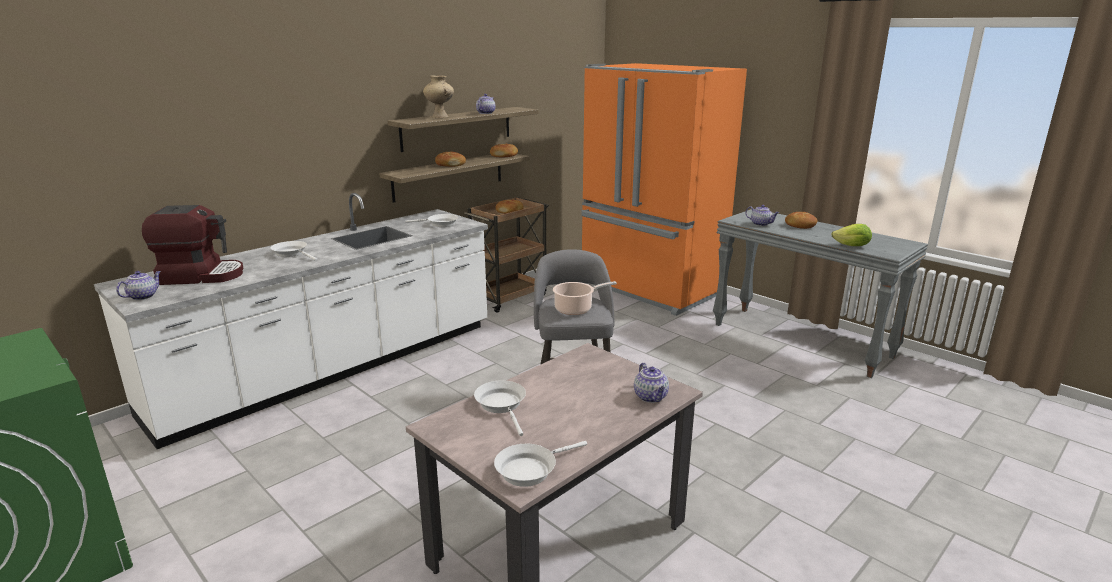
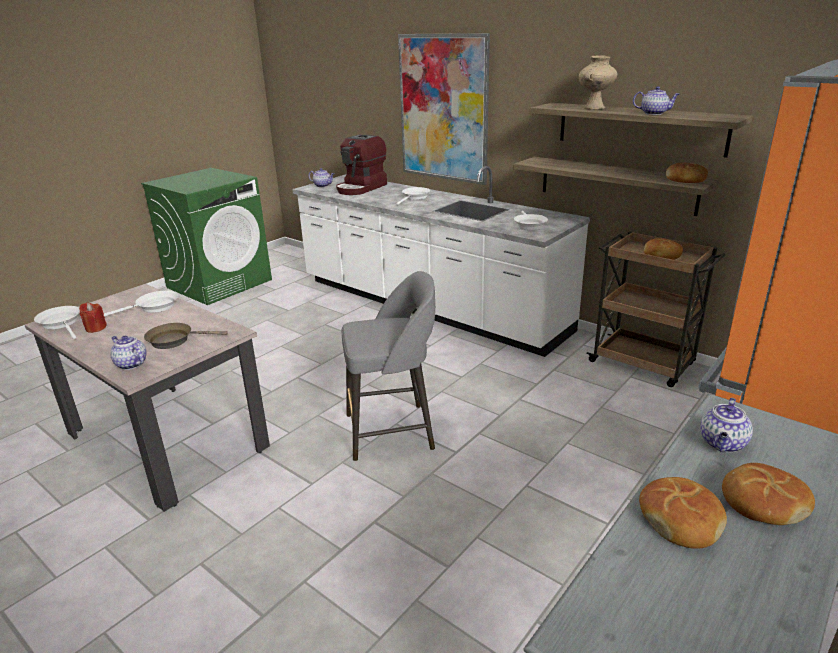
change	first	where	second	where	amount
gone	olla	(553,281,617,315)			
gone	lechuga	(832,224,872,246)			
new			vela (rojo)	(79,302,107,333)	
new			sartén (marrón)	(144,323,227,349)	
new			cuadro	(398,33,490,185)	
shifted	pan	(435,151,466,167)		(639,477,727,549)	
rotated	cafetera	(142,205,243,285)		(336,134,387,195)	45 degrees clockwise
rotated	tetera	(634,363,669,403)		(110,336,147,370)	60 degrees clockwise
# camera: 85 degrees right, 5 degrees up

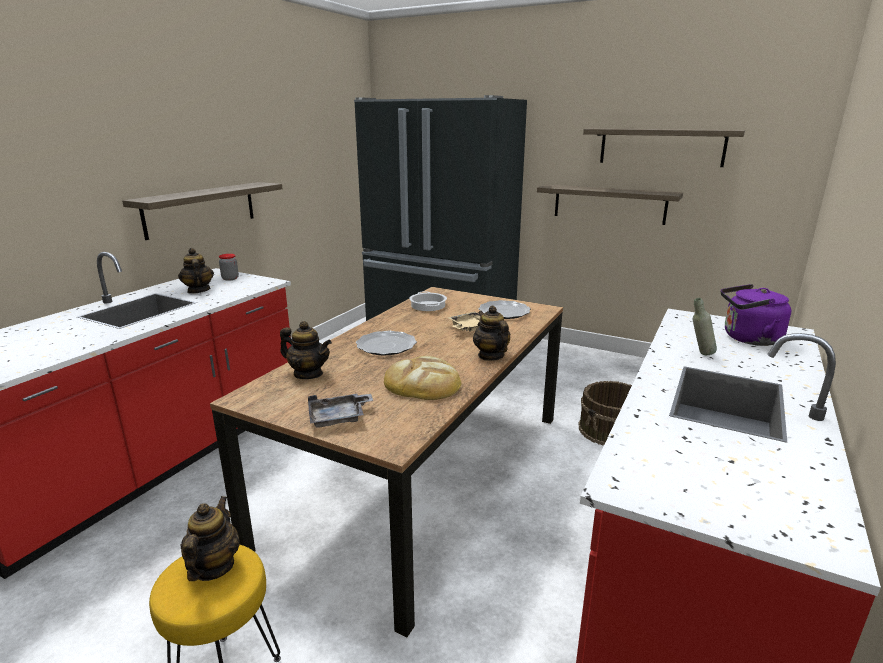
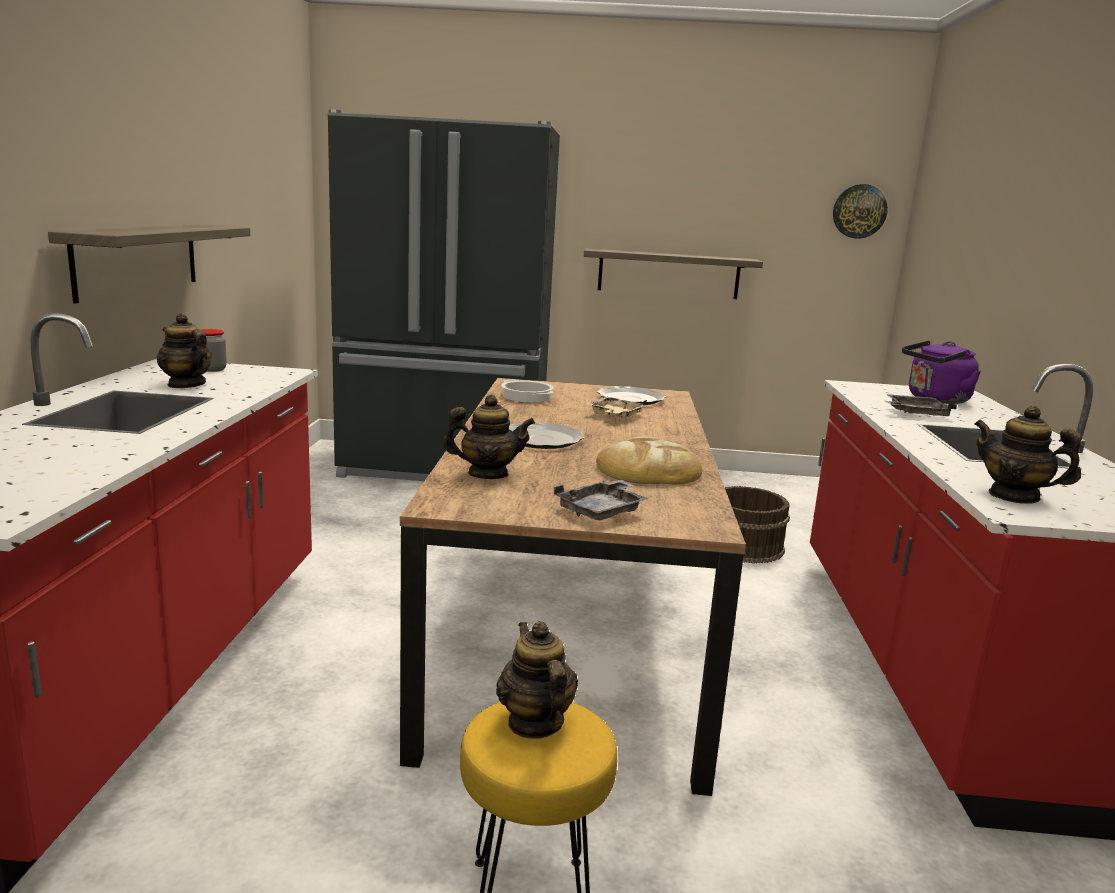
change	first	where	second	where	amount
gone	estante	(583,128,745,167)			
new			reloj de pared	(833,184,888,239)	
shifted	tetera	(473,305,510,361)		(974,406,1082,504)	
swapped	botella (gris)	(693,298,717,355)	bandeja (gris)	(885,394,957,416)	
# camera: 25 degrees left, 5 degrees down

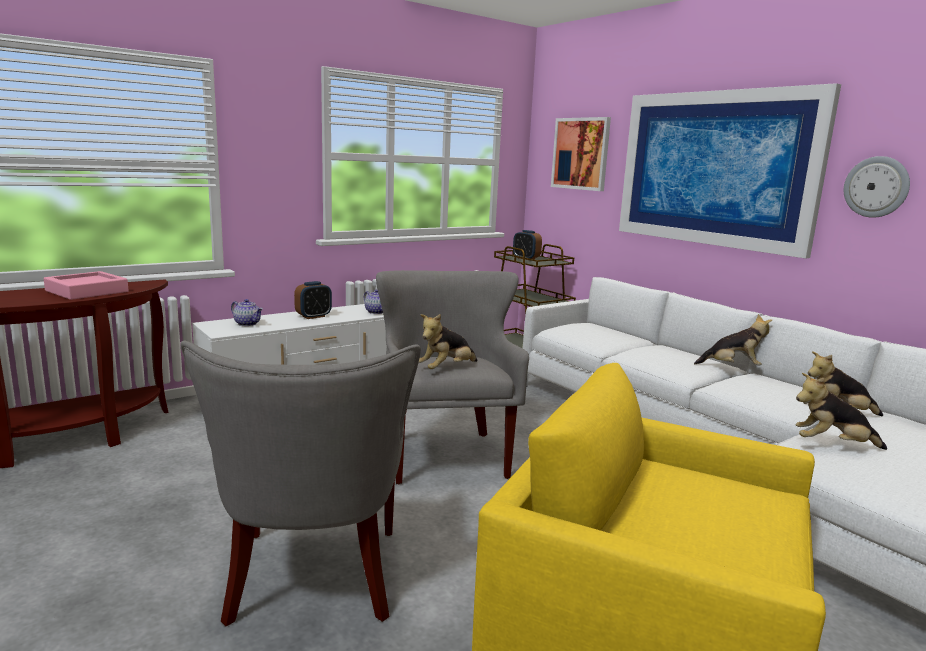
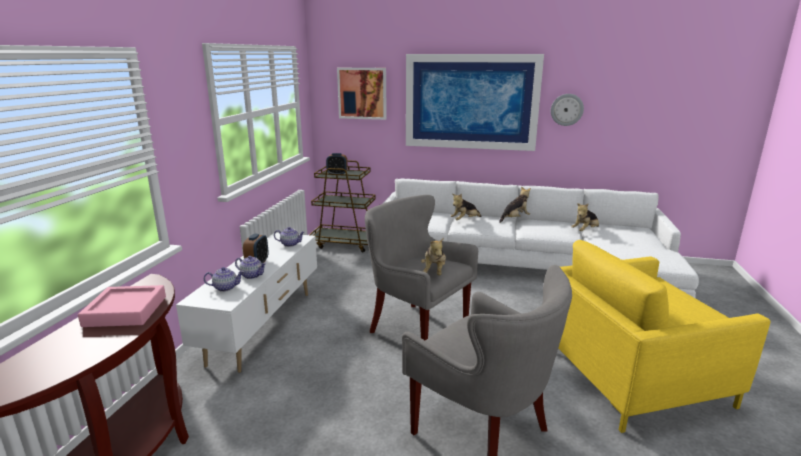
change	first	where	second	where	amount
new			tetera	(235,256,266,279)	
shifted	peluche	(796,373,887,450)		(451,194,481,220)	
# camera: 40 degrees left, 5 degrees up

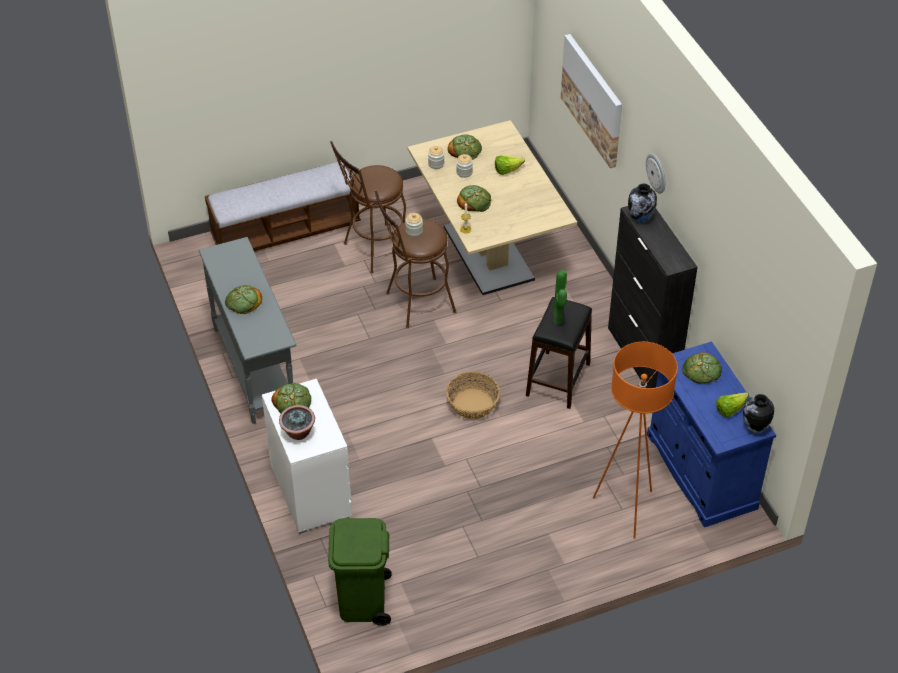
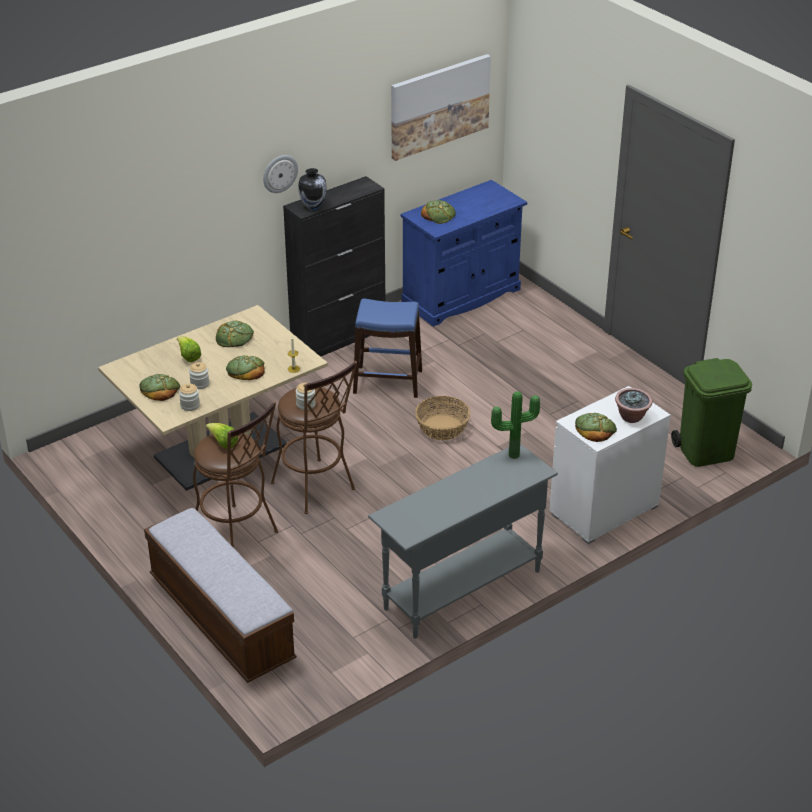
change	first	where	second	where	amount
gone	lámpara de pie (naranja)	(593,342,678,539)			
gone	florero	(743,394,774,433)			
shifted	pan	(225,285,262,314)		(216,321,254,347)	
shifted	planta en maceta	(553,270,567,324)		(491,391,540,459)	
shifted	cuadro	(561,34,622,168)		(391,54,491,161)	
shifted	lechuga	(716,392,749,417)		(206,423,238,449)	
repainted	taburete (negro)	(526,297,592,409)	taburete (azul)	(353,299,422,398)	
# camera: 105 degrees left, 10 degrees down

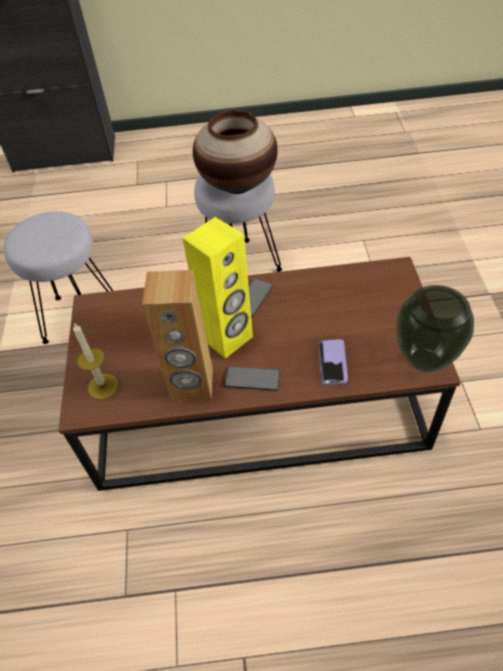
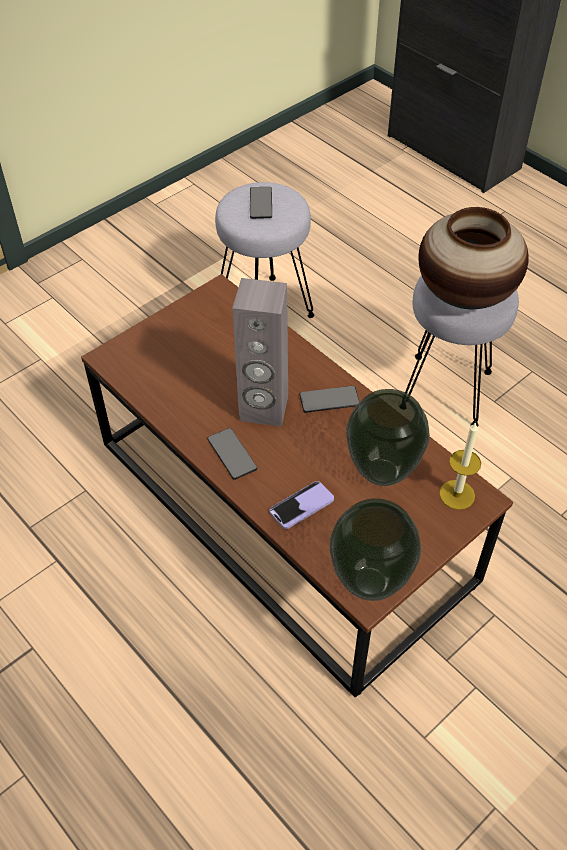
change	first	where	second	where	amount
gone	altavoz (marrón)	(142,270,213,401)			
new			móvil	(250,187,272,219)	
new			florero	(346,389,430,486)	
shifted	vela	(73,323,118,399)		(439,422,481,510)	
repainted	altavoz (amarillo)	(183,217,253,359)	altavoz (gris)	(232,278,288,427)	
# camera: 50 degrees right, 0 degrees up

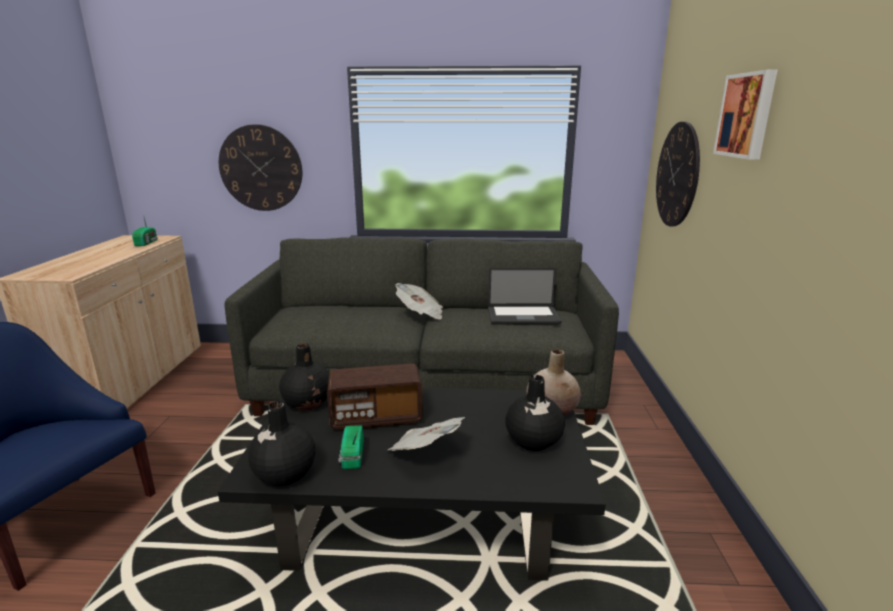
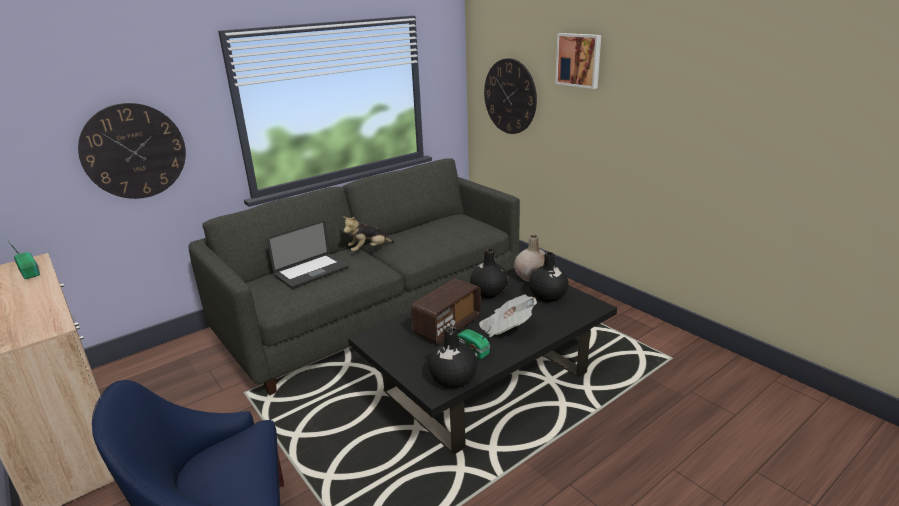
change	first	where	second	where	amount
shifted	florero (negro)	(279,343,329,411)		(470,249,509,299)	
shifted	portátil	(488,268,562,325)		(267,220,349,289)	
swapped	periódico	(395,283,443,319)	peluche	(343,216,395,252)	
# camera: 40 degrees left, 5 degrees up

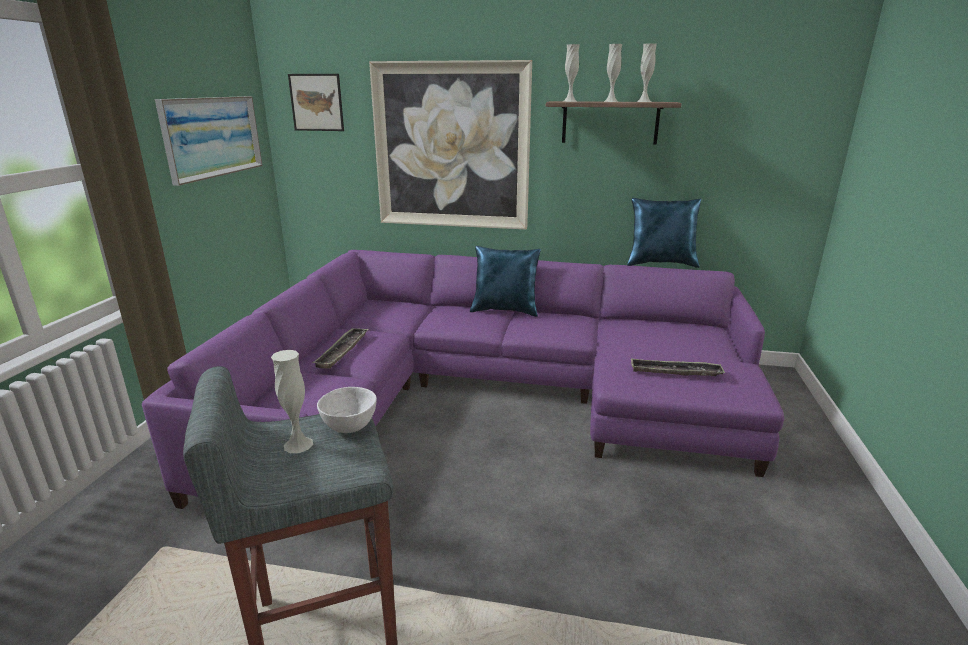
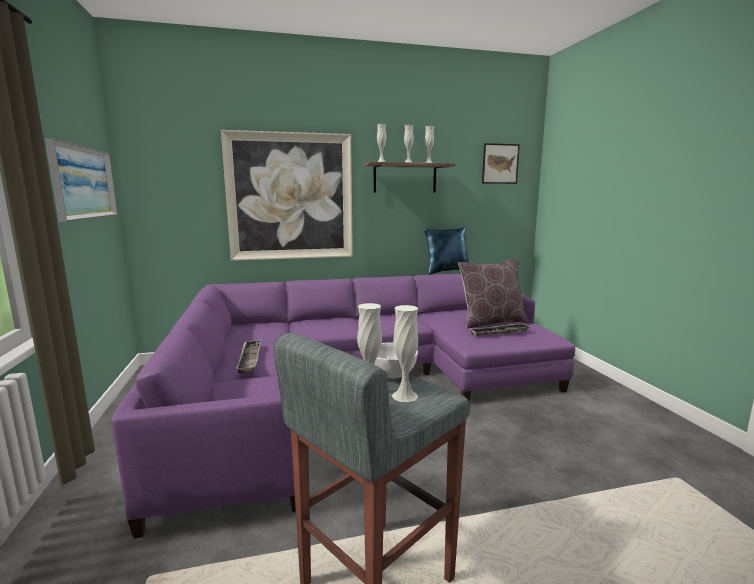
change	first	where	second	where	amount
gone	cojín (azul)	(470,246,541,317)			
new			florero (blanco)	(392,305,418,402)	
new			cojín (marrón)	(458,259,528,329)	
shifted	cuadro	(288,74,344,131)		(482,143,520,184)	
# camera: 25 degrees left, 10 degrees down

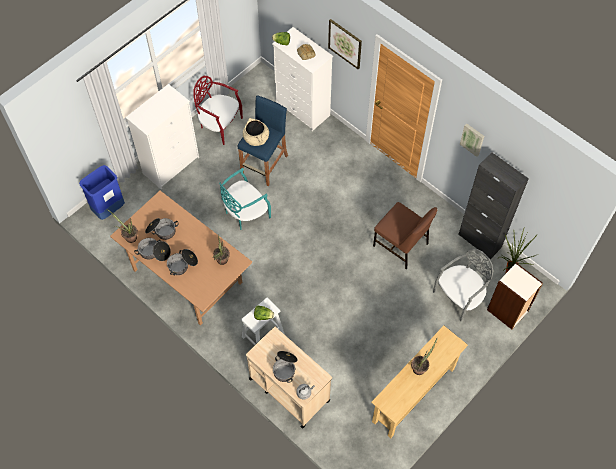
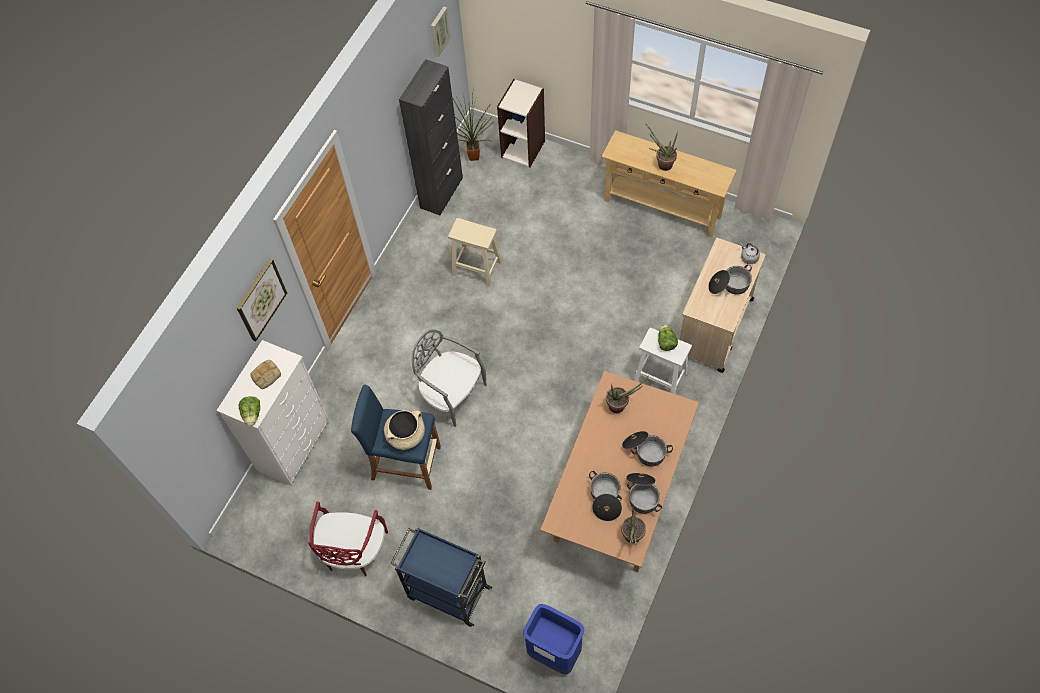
change	first	where	second	where	amount
gone	silla (turquesa)	(219,168,271,230)			
shifted	silla (gris)	(433,249,493,322)		(411,329,486,427)	
shifted	cuadro	(460,123,484,157)		(431,6,451,57)	
swapped	cómoda (blanco)	(126,84,199,190)	carrito (azul)	(391,527,492,627)	
swapped	silla (marrón)	(373,202,437,269)	taburete (beis)	(448,218,502,287)	
# camera: 105 degrees left, 0 degrees up

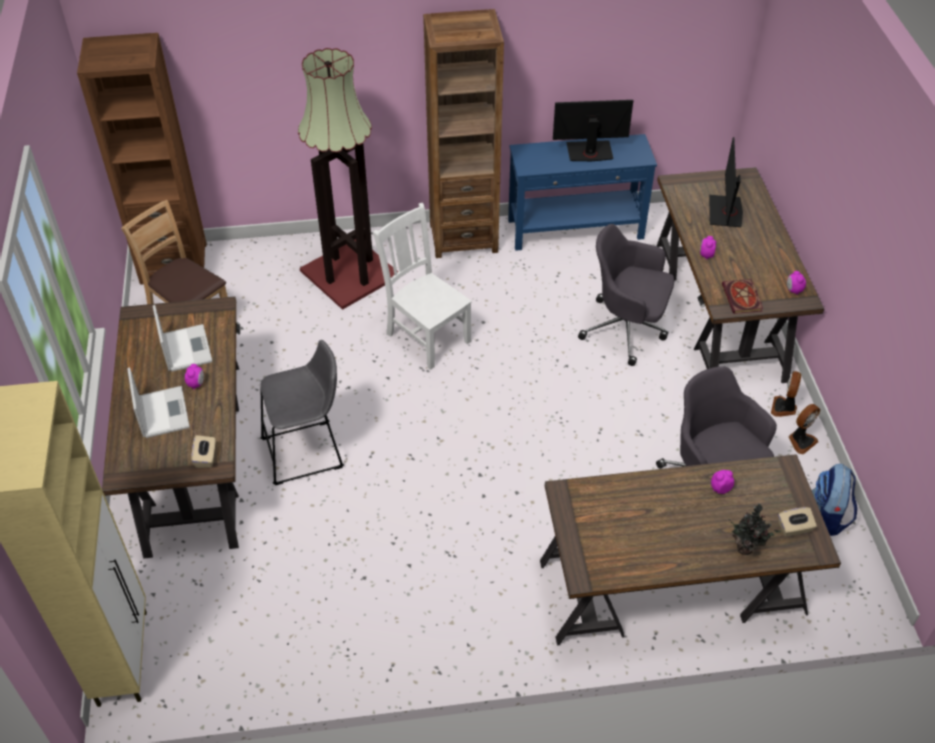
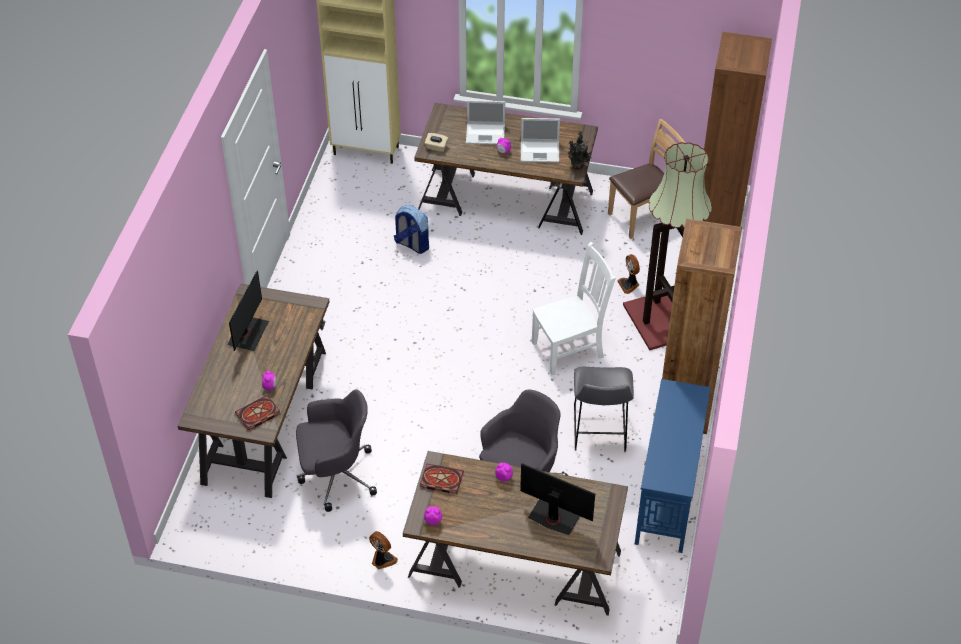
change	first	where	second	where	amount
gone	caja de pañuelos (beis)	(778,507,817,537)			
new			libro	(235,395,281,430)	
shifted	taburete (gris)	(260,340,344,485)		(574,367,634,451)	
shifted	monitor	(553,100,633,161)		(228,271,269,351)	
shifted	planta en maceta	(728,504,781,555)		(568,131,592,169)	
shifted	ventilador	(788,404,820,454)		(617,254,640,294)	
shifted	mochila	(812,464,857,536)		(394,205,429,254)	
# camera: 110 degrees right, 0 degrees up

